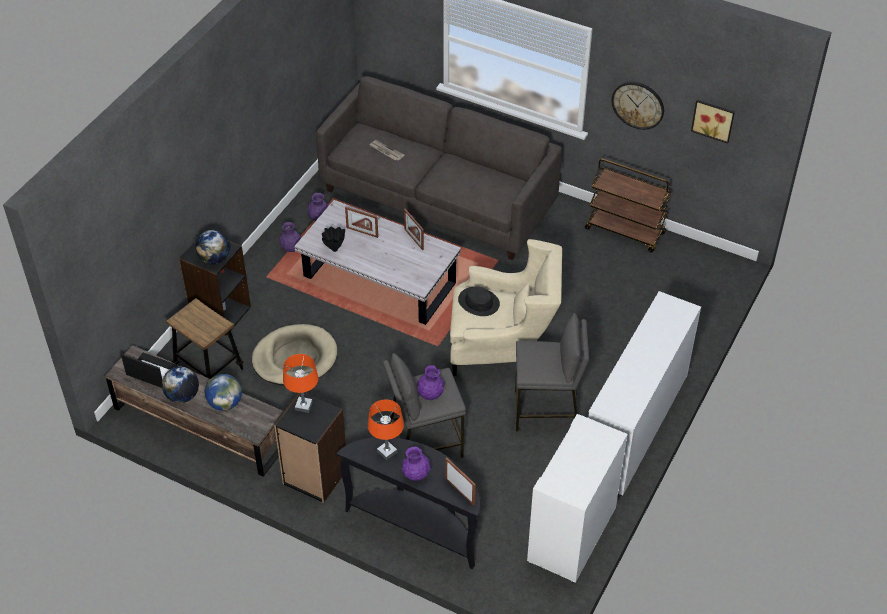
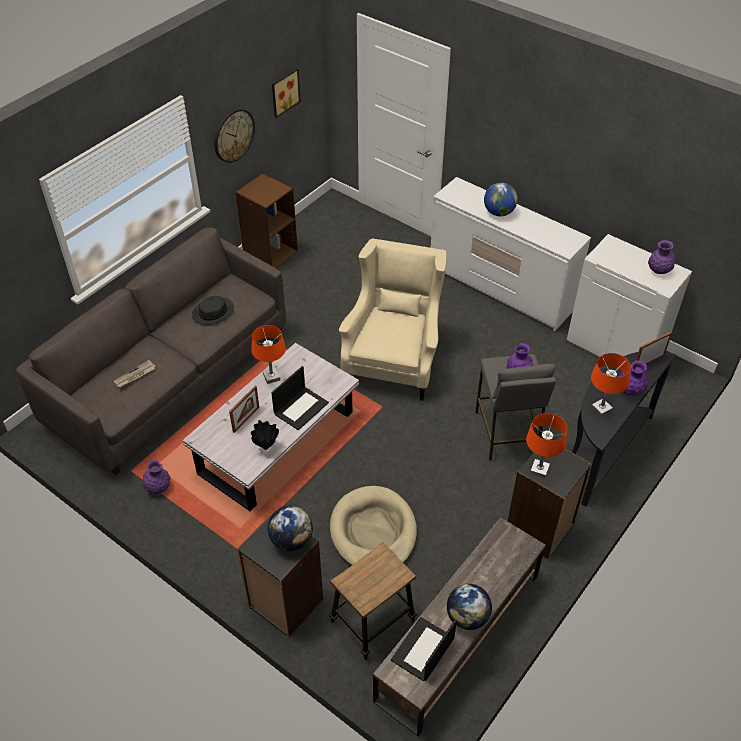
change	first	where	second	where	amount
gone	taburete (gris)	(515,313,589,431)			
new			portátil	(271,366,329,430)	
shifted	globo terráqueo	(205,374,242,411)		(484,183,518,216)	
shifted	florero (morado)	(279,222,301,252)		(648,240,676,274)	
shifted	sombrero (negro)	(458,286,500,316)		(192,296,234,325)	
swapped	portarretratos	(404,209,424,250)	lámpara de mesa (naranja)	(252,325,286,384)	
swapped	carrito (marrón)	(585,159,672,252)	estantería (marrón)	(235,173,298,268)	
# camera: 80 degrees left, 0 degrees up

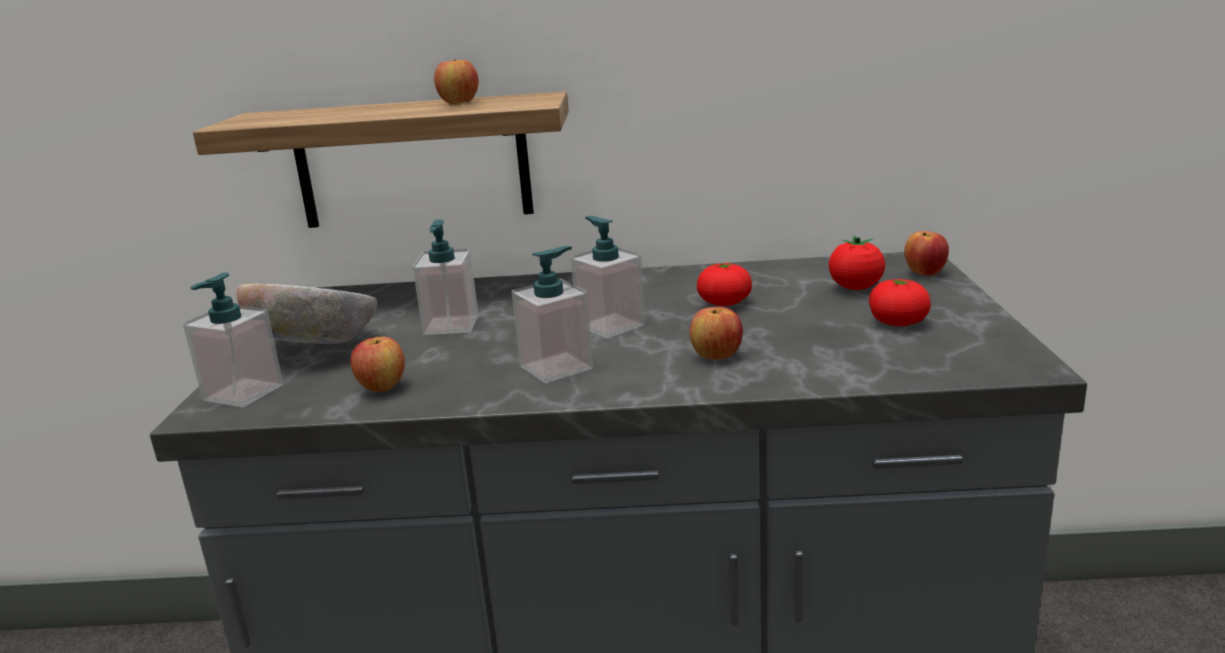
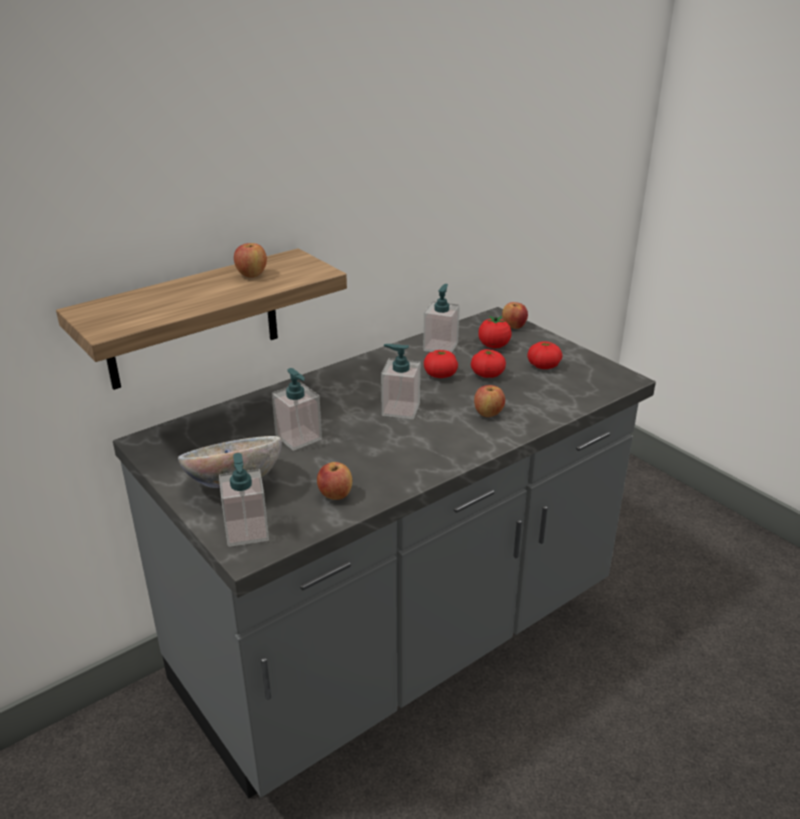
change	first	where	second	where	amount
new			tomate	(471,349,506,378)	
shifted	dispensador de jabón	(511,246,593,383)		(423,284,460,353)	
# camera: 40 degrees left, 10 degrees up

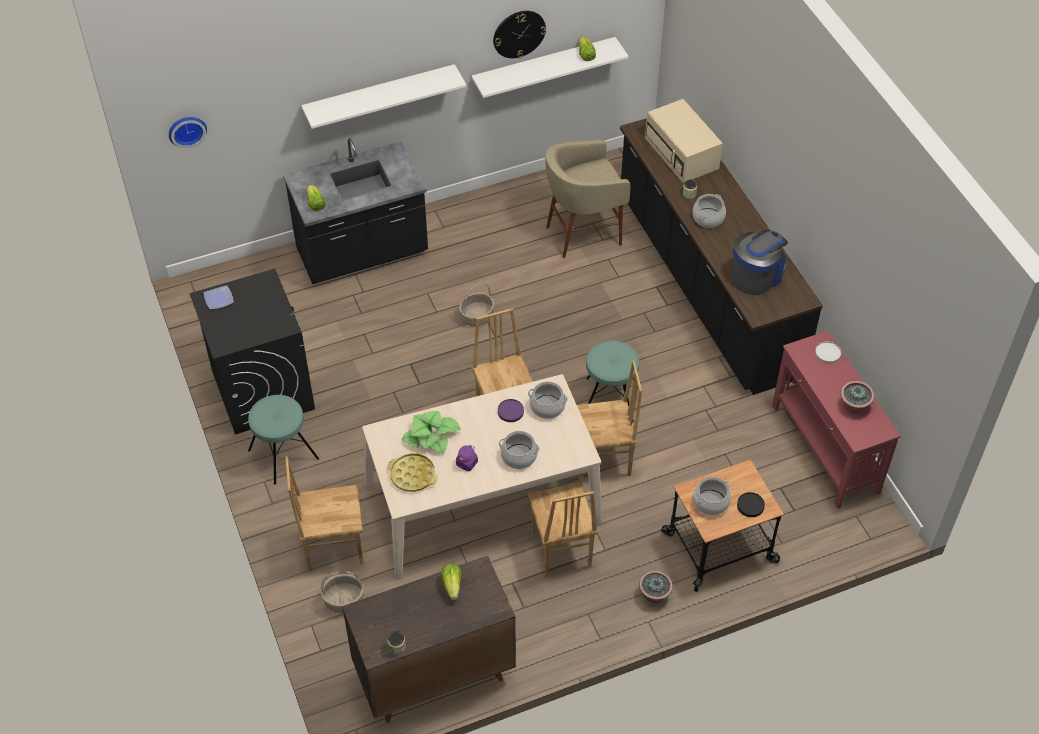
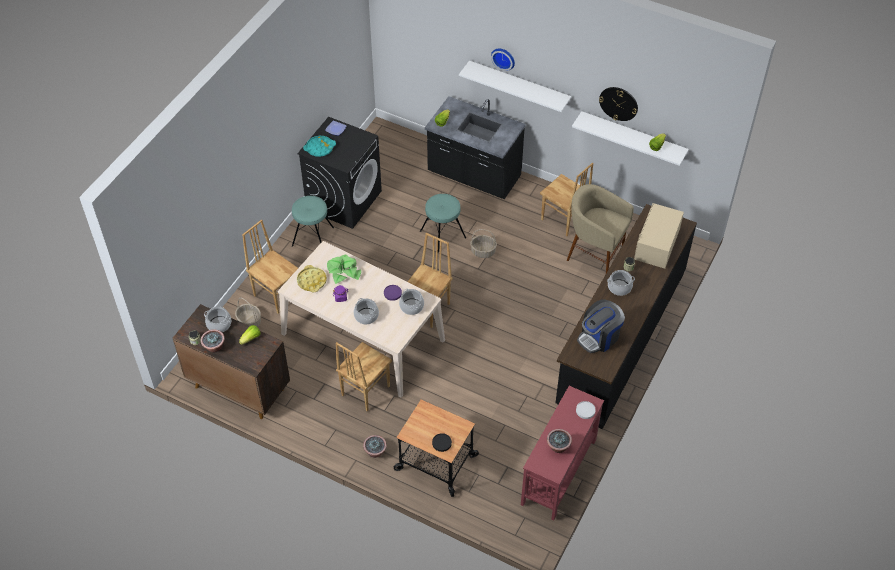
change	first	where	second	where	amount
new			planta en maceta	(201,329,225,353)	
new			bandeja (turquesa)	(303,136,336,157)	
shifted	reloj de pared	(169,117,207,148)		(491,49,515,71)	
shifted	silla (marrón)	(577,360,642,482)		(540,163,593,236)	
shifted	taburete (turquesa)	(586,340,639,422)		(420,194,466,253)	
shifted	olla	(693,477,732,516)		(204,307,231,332)	
rotated	cafetera	(731,230,788,296)		(577,300,625,353)	135 degrees clockwise
# camera: 50 degrees right, 0 degrees up

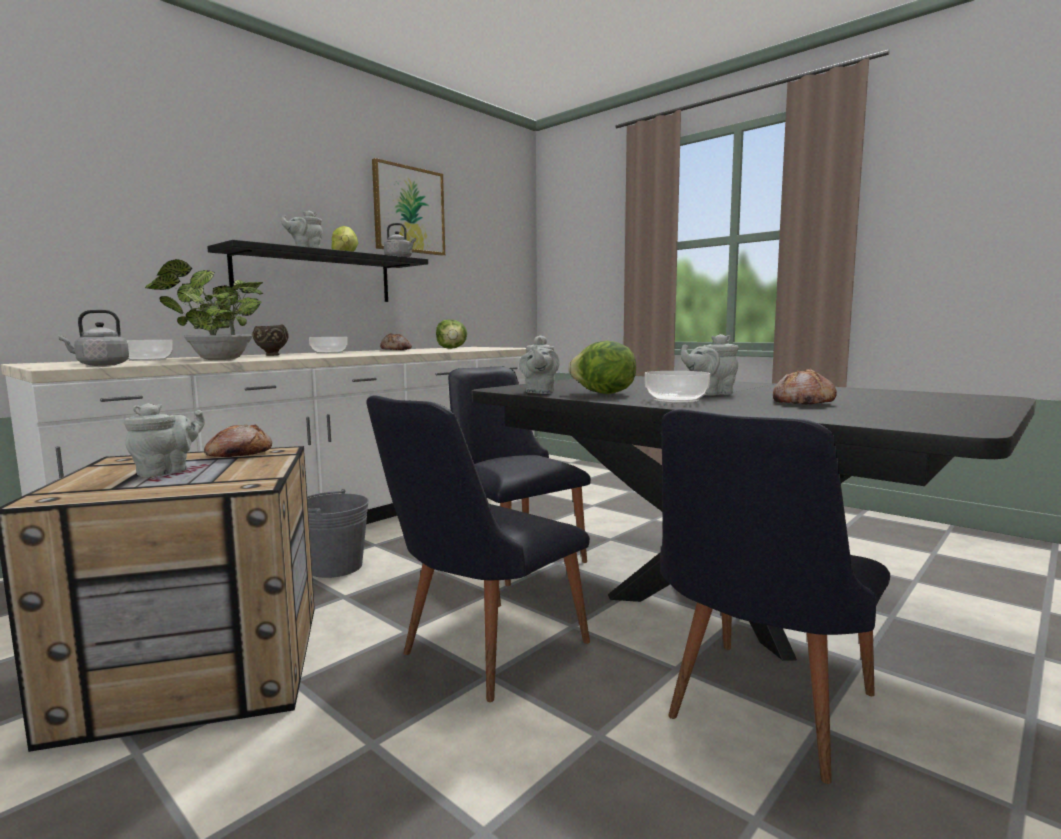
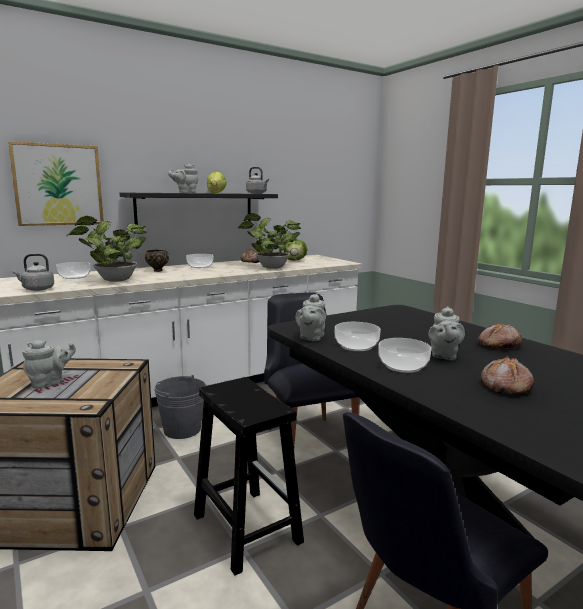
change	first	where	second	where	amount
new			planta en maceta	(237,213,301,269)	
shifted	pan	(204,424,272,457)		(477,324,522,349)	
shifted	cuadro	(372,158,445,256)		(8,141,104,226)	
swapped	silla (negro)	(366,395,590,702)	taburete (negro)	(194,377,304,575)	
swapped	lechuga	(568,341,636,394)	cuenco	(335,322,381,351)	
rotated	tetera (gris)	(681,334,739,395)		(428,306,465,360)	75 degrees counterclockwise
# camera: 15 degrees right, 5 degrees up

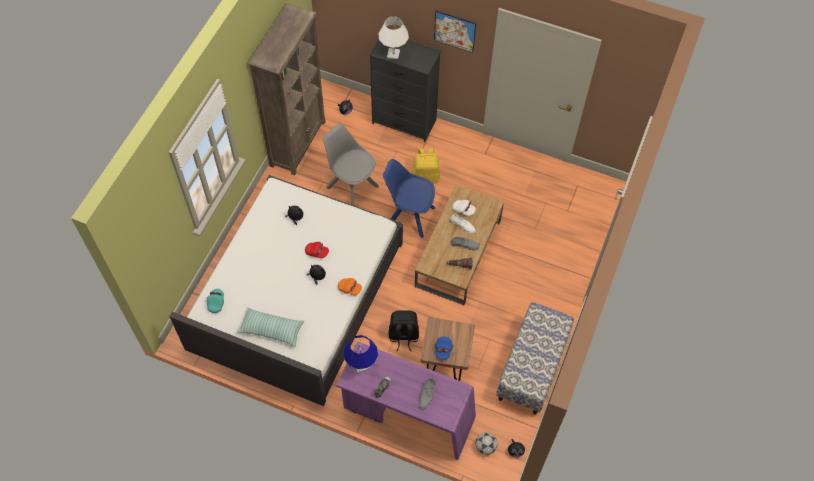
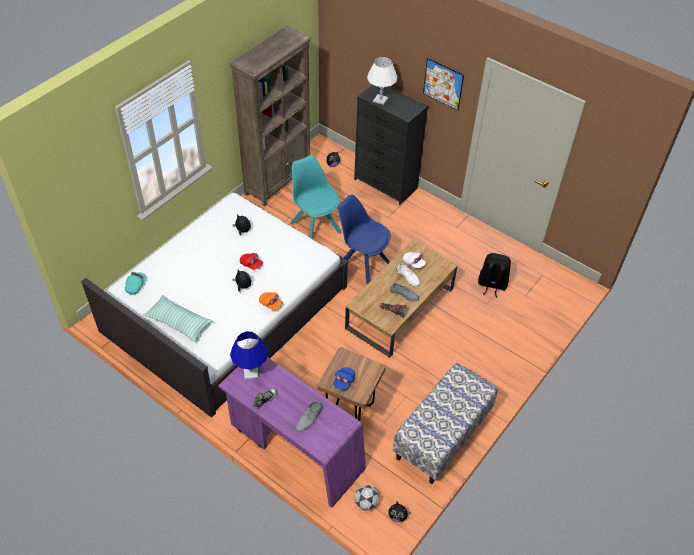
change	first	where	second	where	amount
gone	mochila (amarillo)	(412,148,440,184)			
shifted	mochila (negro)	(388,310,419,351)		(478,253,511,298)	
repainted	silla (gris)	(323,124,379,206)	silla (turquesa)	(290,155,342,239)	
# camera: 15 degrees right, 10 degrees down

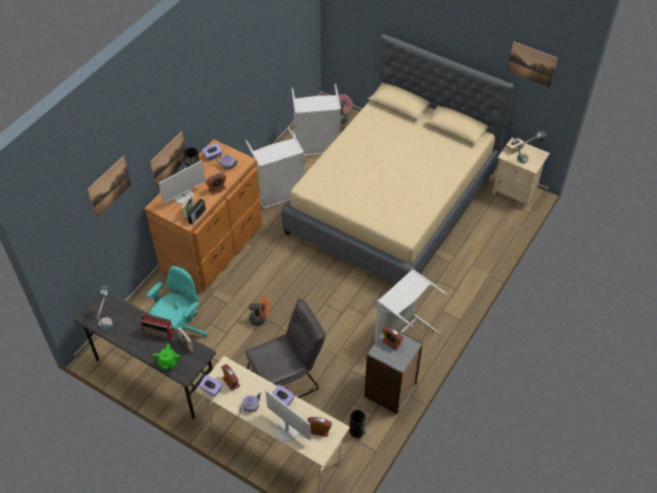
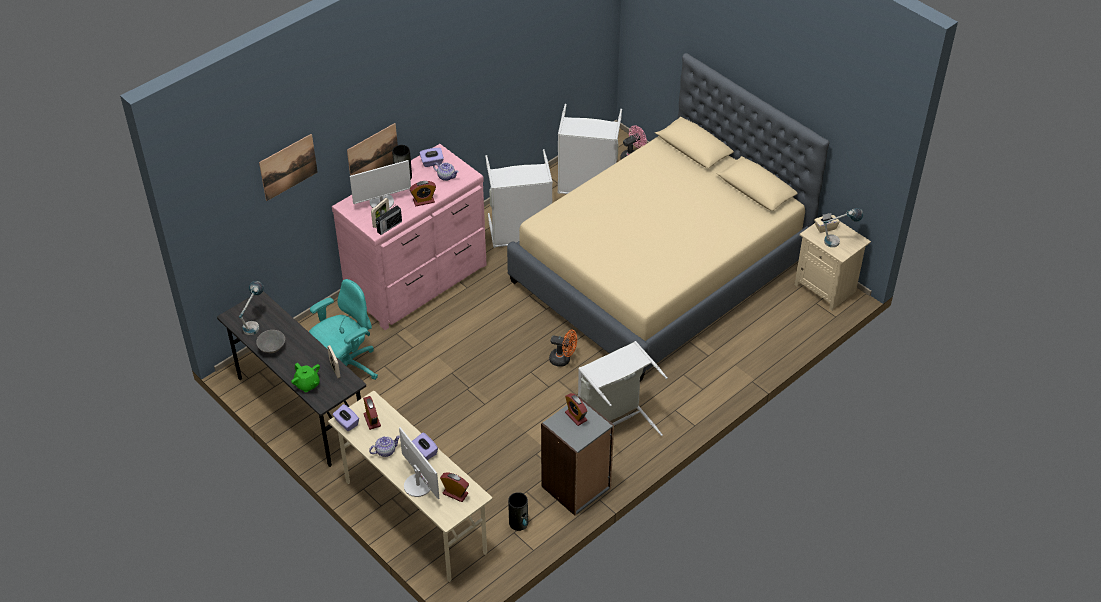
change	first	where	second	where	amount
gone	radio	(141,314,173,340)			
gone	silla (gris)	(245,299,326,398)			
gone	cuadro	(507,41,558,88)			
new			cuenco (gris)	(256,330,285,353)	
shifted	ventilador (naranja)	(249,296,270,326)		(549,330,577,367)	
repainted	cómoda (marrón)	(144,139,262,294)	cómoda (rosa)	(332,144,487,330)	
rotated	tetera (verde)	(152,344,181,369)		(291,363,320,392)	60 degrees counterclockwise
# camera: 15 degrees right, 5 degrees down

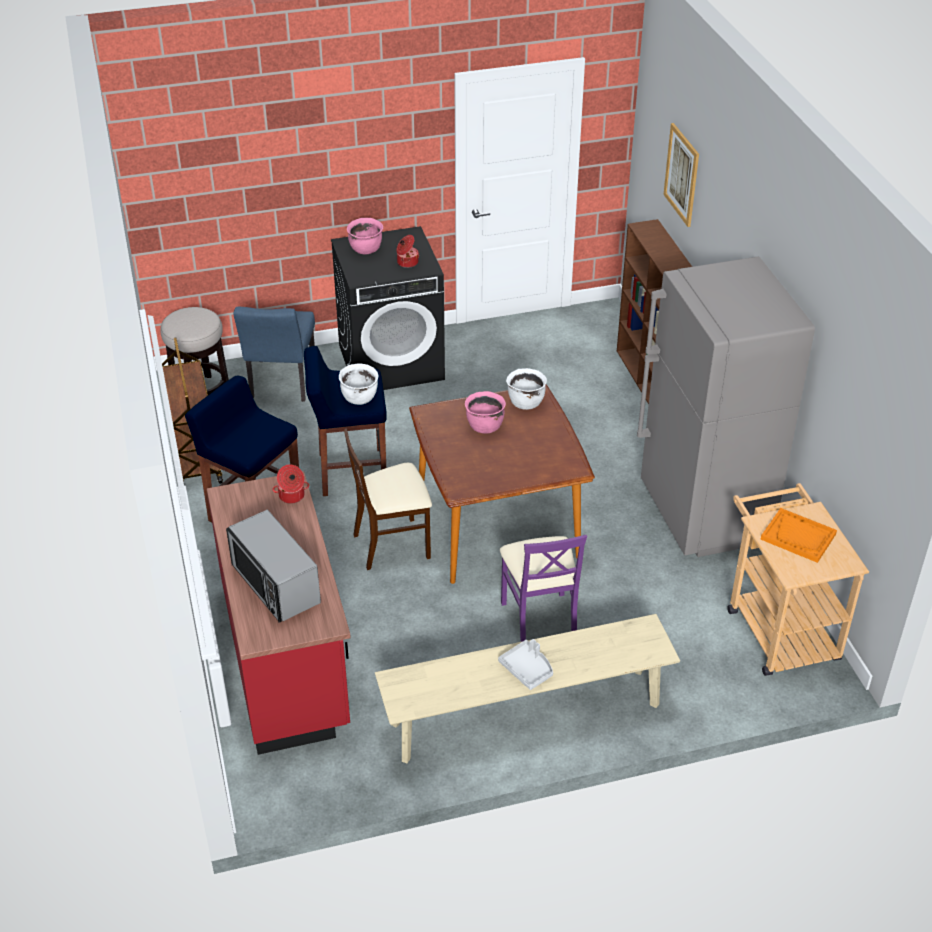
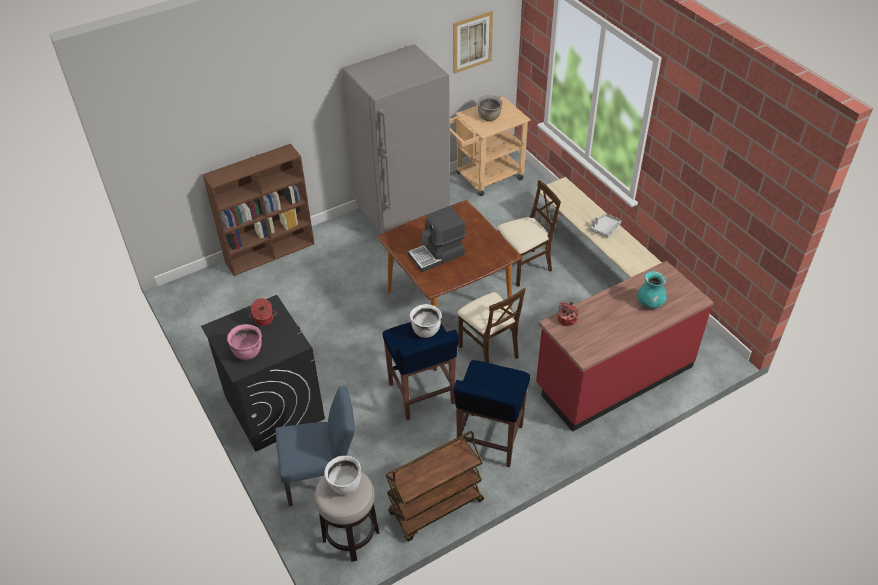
change	first	where	second	where	amount
shifted	olla (blanco)	(506,368,547,410)		(324,456,361,495)	
shifted	cuadro	(663,123,699,227)		(453,11,493,74)	
swapped	microondas	(226,510,321,623)	florero (turquesa)	(637,271,667,309)	
swapped	olla (rosa)	(465,391,506,434)	cafetera	(408,206,465,272)	
swapped	bandeja (naranja)	(761,508,837,563)	olla (marrón)	(477,95,502,121)	
repainted	silla (morado)	(500,535,587,642)	silla (beis)	(497,180,561,287)	
# camera: 105 degrees left, 5 degrees up

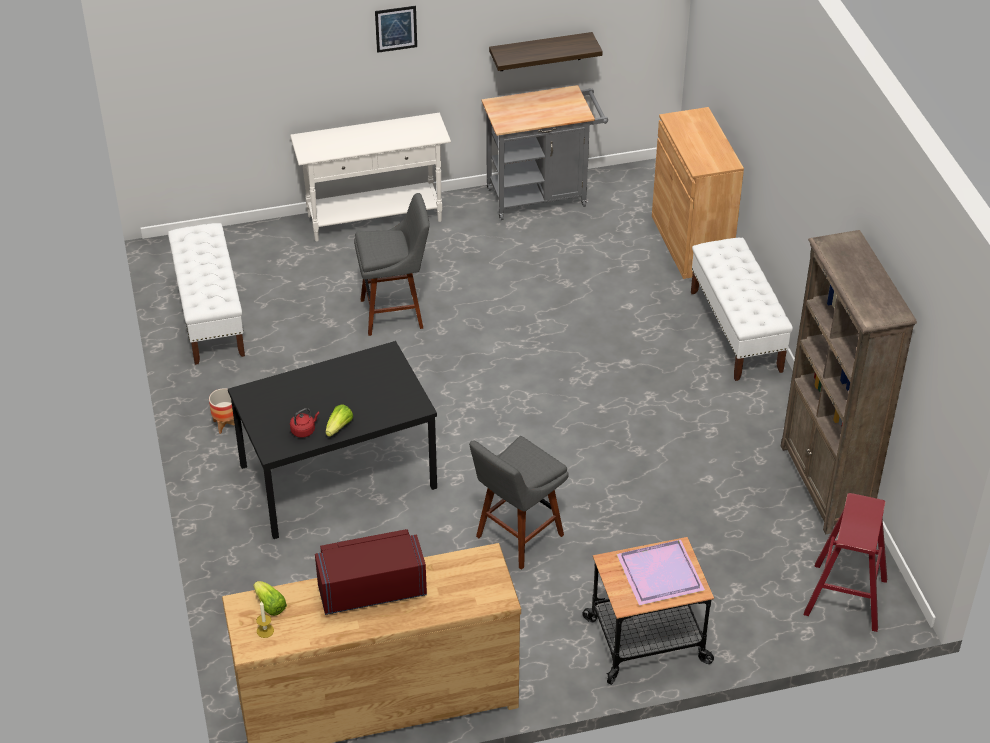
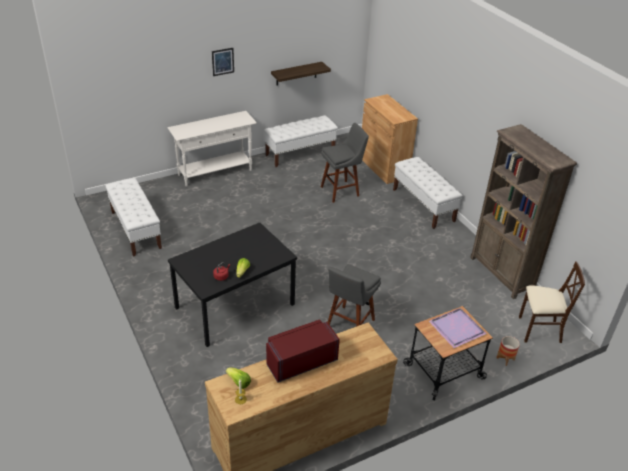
change	first	where	second	where	amount
shifted	maceta	(209,388,235,434)		(496,336,520,366)	
shifted	taburete (gris)	(354,193,429,336)		(321,123,369,203)	
swapped	carrito (gris)	(482,85,608,220)	banco (blanco)	(264,115,338,167)	
swapped	taburete (rojo)	(804,493,887,632)	silla (beis)	(519,261,585,343)	
# camera: 15 degrees left, 5 degrees down

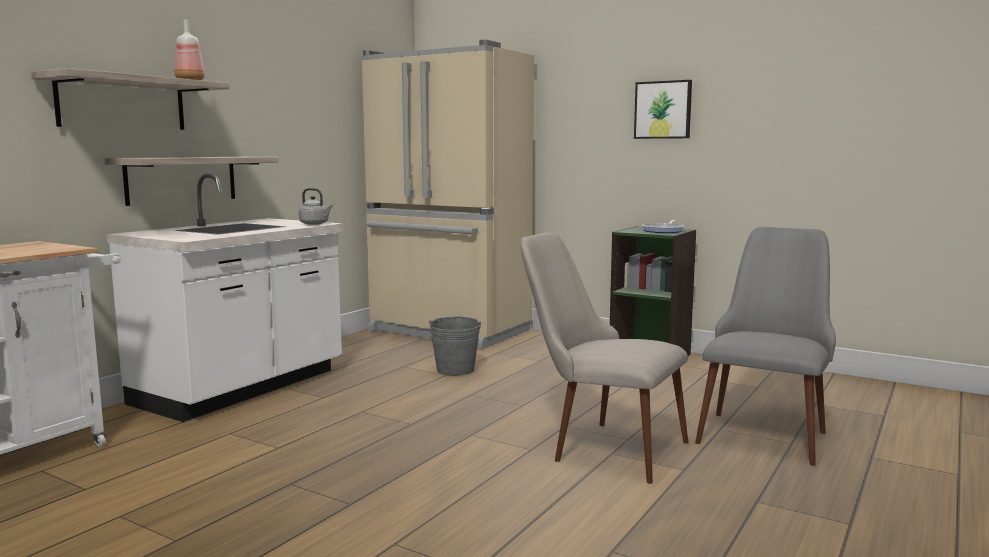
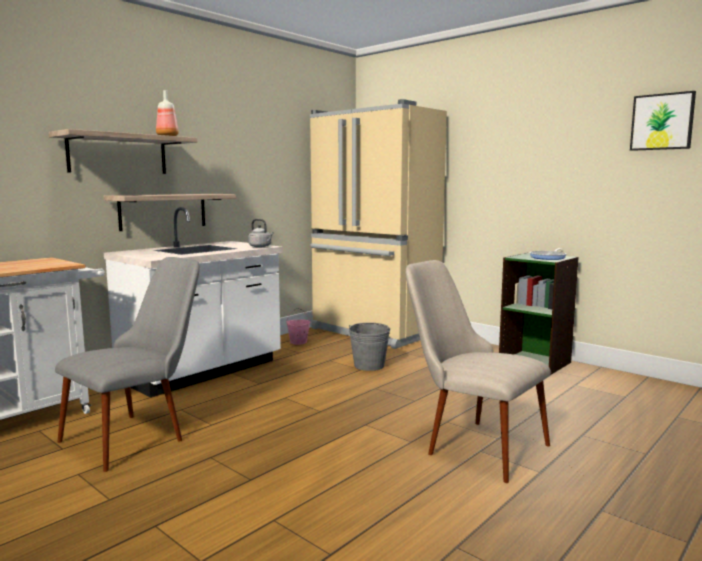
change	first	where	second	where	amount
new			cubo (rosa)	(286,308,310,345)	
shifted	cuadro	(634,80,692,139)		(630,91,696,151)	
shifted	silla (gris)	(695,227,836,466)		(55,257,200,472)	
# camera: 10 degrees right, 0 degrees up

